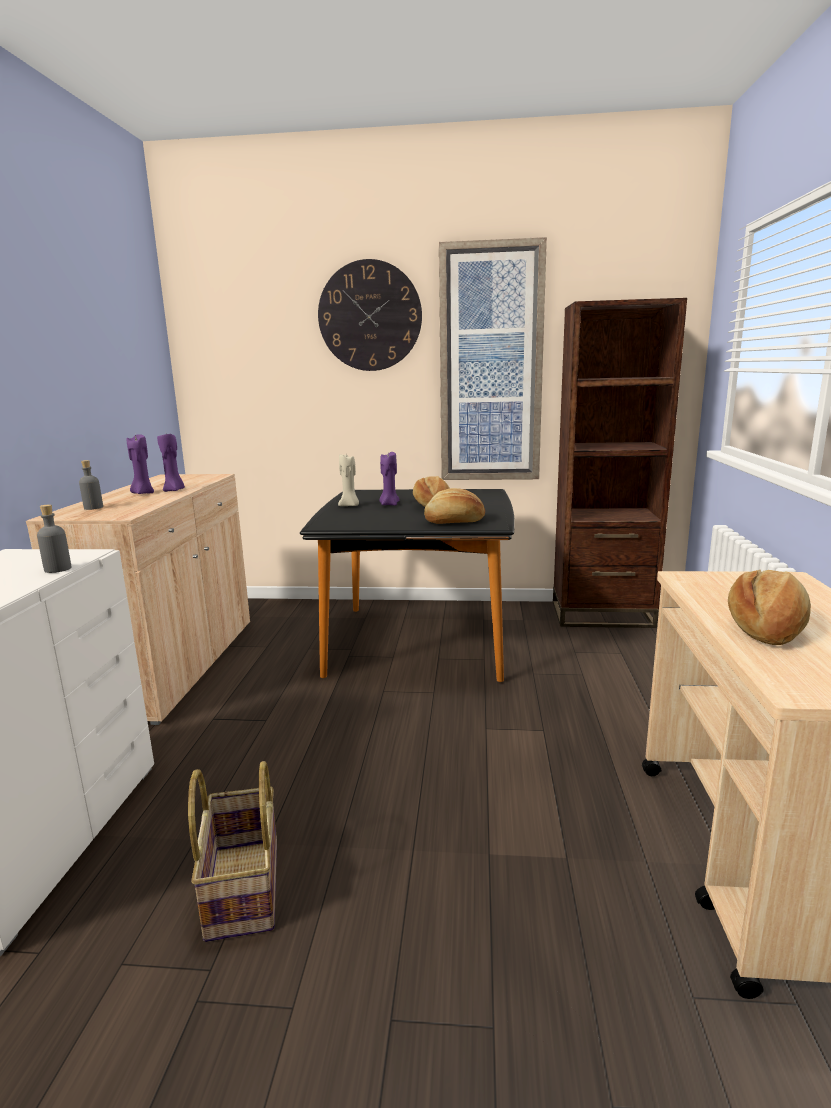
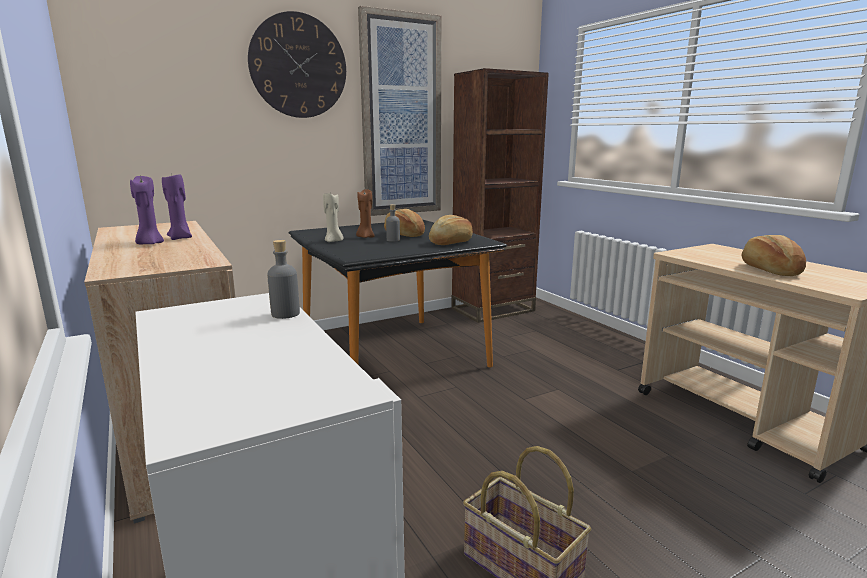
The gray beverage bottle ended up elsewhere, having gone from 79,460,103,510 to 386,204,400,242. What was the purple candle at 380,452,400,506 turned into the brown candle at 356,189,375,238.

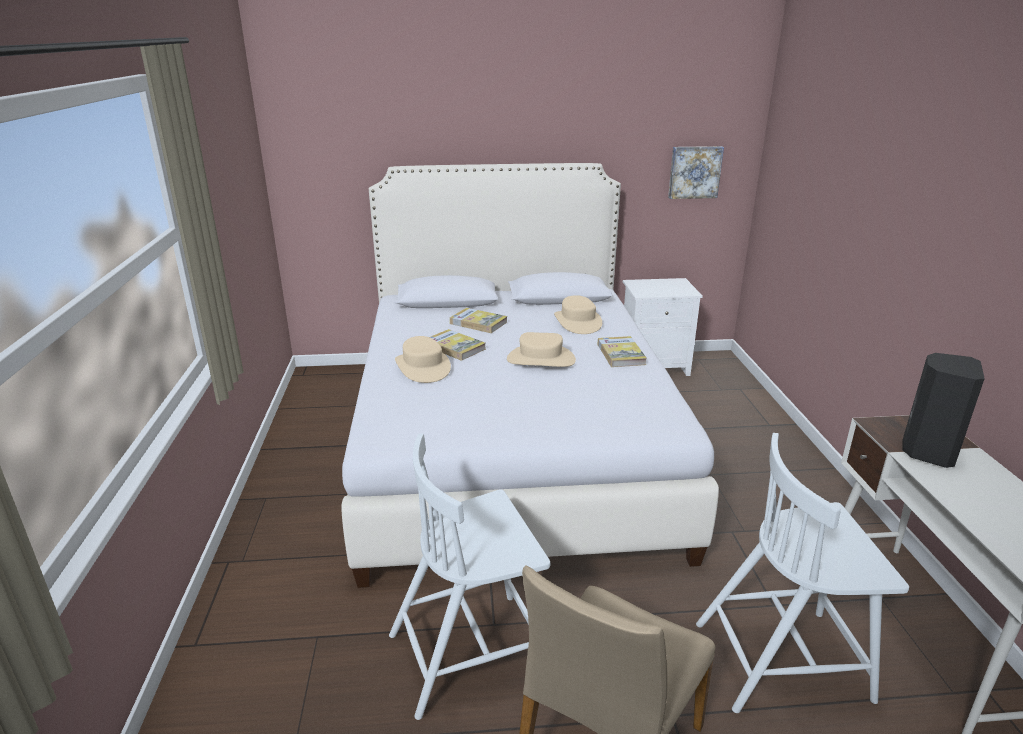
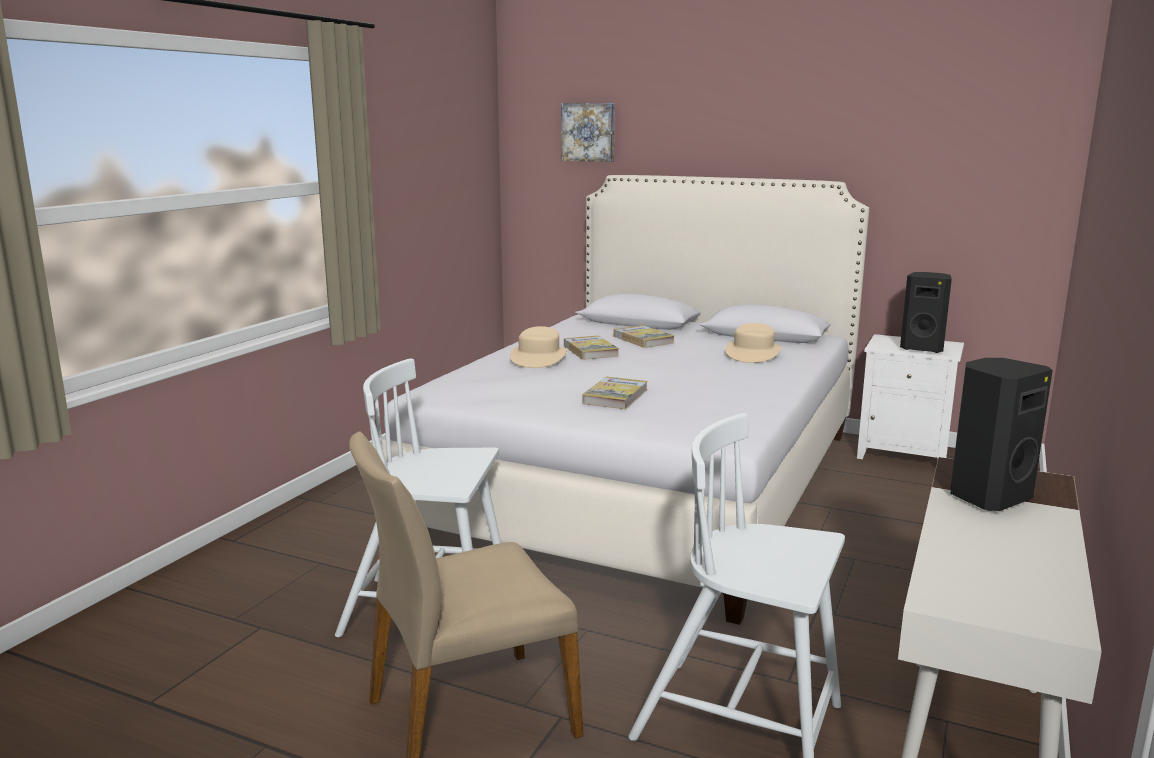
The second view lost the sand-coloured hat at 507,332,576,367. The second view gained the black audio speaker at 900,272,952,353. The book ended up elsewhere, having gone from 598,336,647,367 to 582,377,648,409. The wall art ended up elsewhere, having gone from 668,146,724,199 to 561,103,615,162.

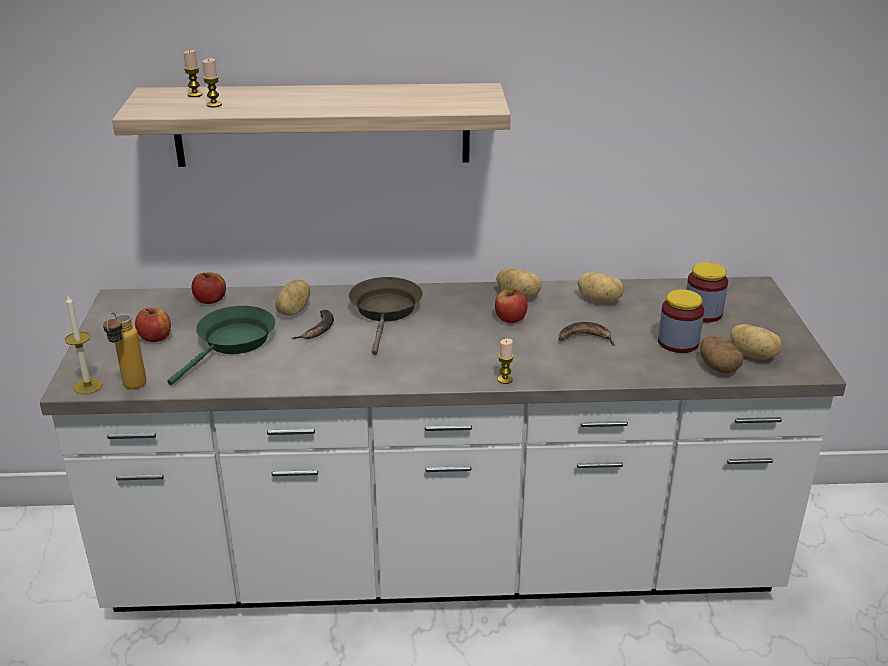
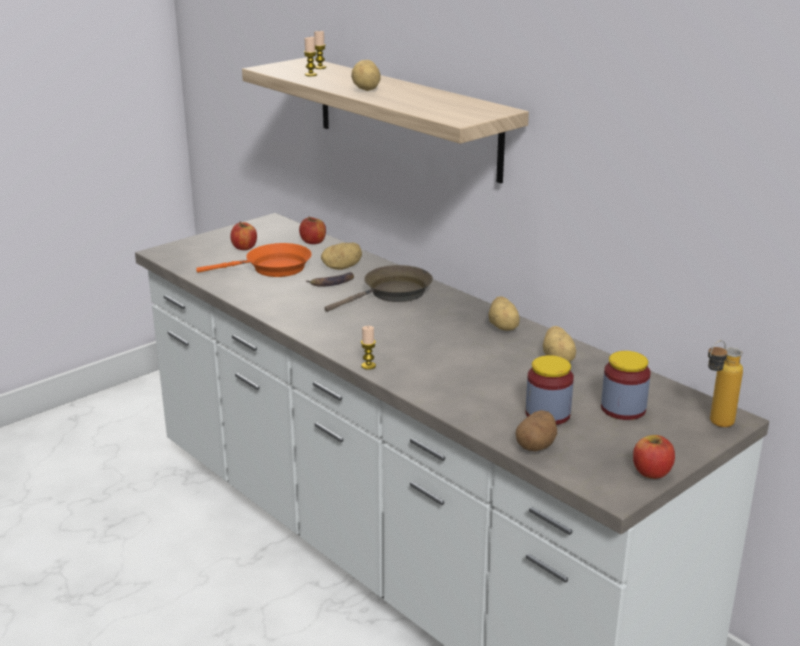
The second view lost the candle at 65,296,103,394. The second view lost the banana at 558,322,615,346. The beverage bottle ended up elsewhere, having gone from 103,312,146,389 to 708,340,743,427. The apple fruit ended up elsewhere, having gone from 495,289,527,323 to 633,435,675,479. The whole potato ended up elsewhere, having gone from 730,324,782,360 to 351,60,381,91. What was the green frying pan at 167,306,275,385 turned into the orange-coloured frying pan at 196,243,312,277.

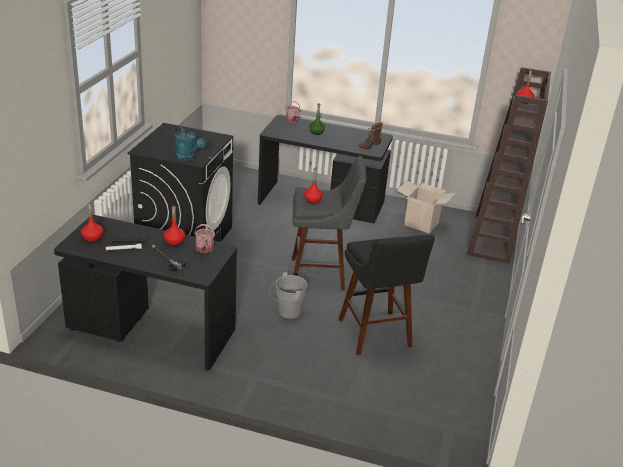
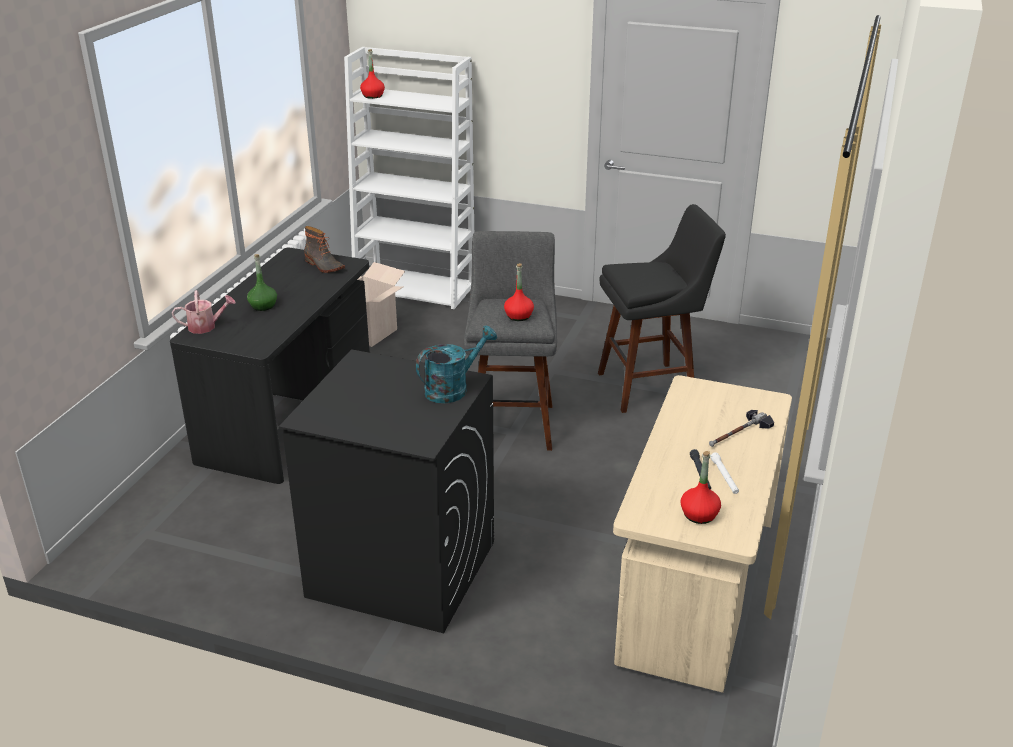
The second view lost the reddish beverage bottle at 164,206,185,246. The second view lost the watering pot at 194,224,215,253. The second view lost the gray water bucket at 270,272,307,319. What was the black desk unit at 54,215,237,370 turned into the sand-coloured desk unit at 613,375,792,693. What was the brown bookshelf at 466,67,551,264 turned into the white bookshelf at 344,47,474,309.

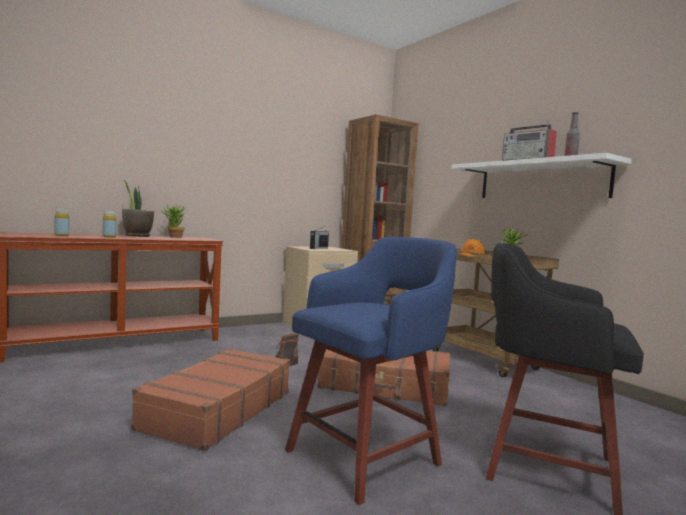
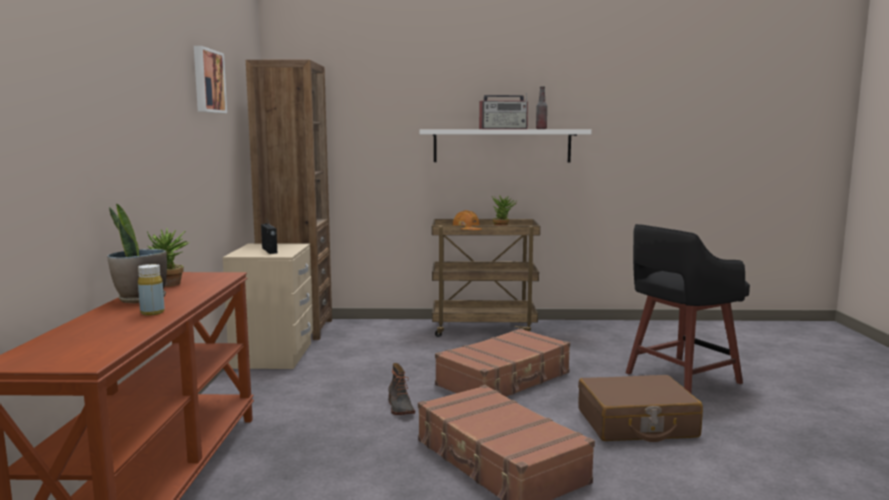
The second view lost the yellow beverage bottle at 54,208,70,236. The second view gained the wall art at 194,46,227,113. Where the bluish sitting stool stood at 285,237,457,505, the brown travel case came to stand at 578,375,703,442.

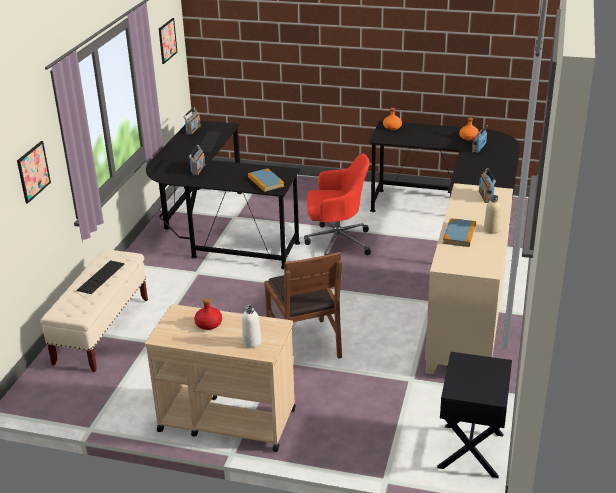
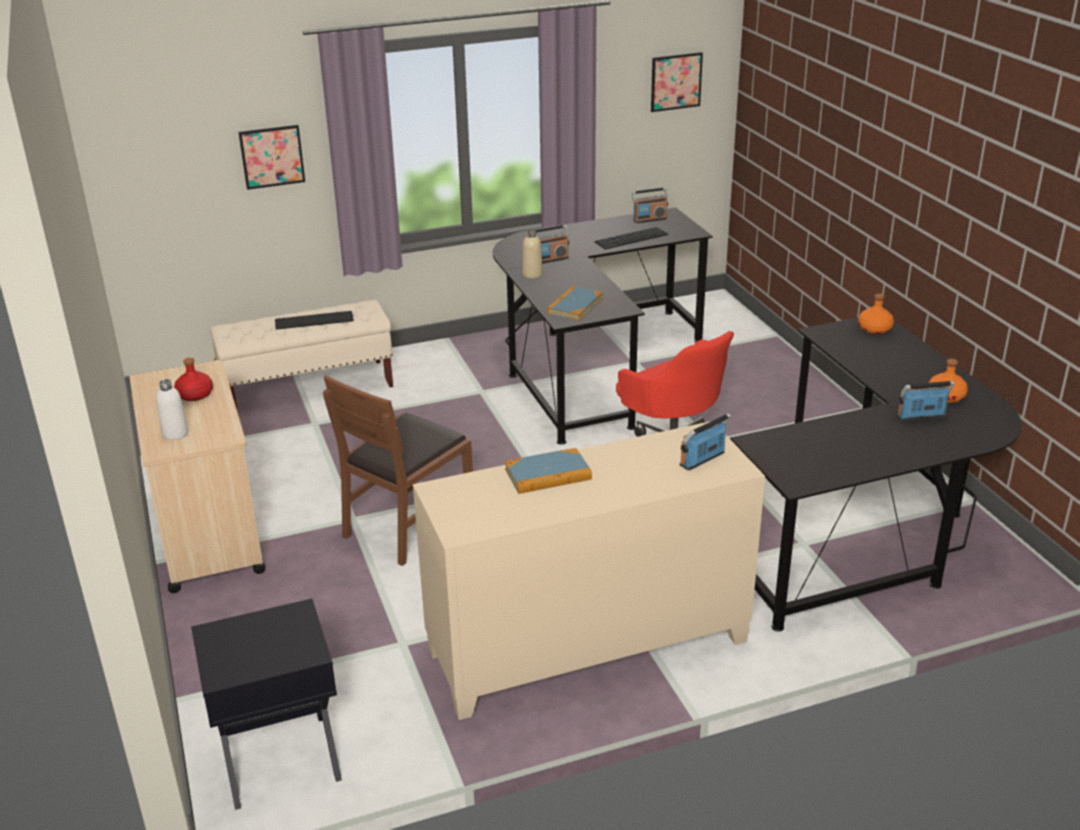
The sand-coloured beverage bottle ended up elsewhere, having gone from 484,195,501,234 to 522,229,543,278.

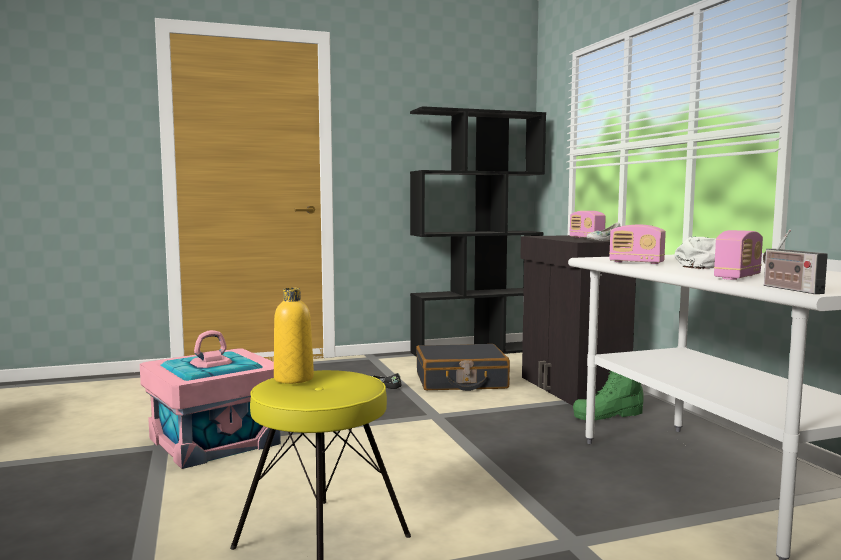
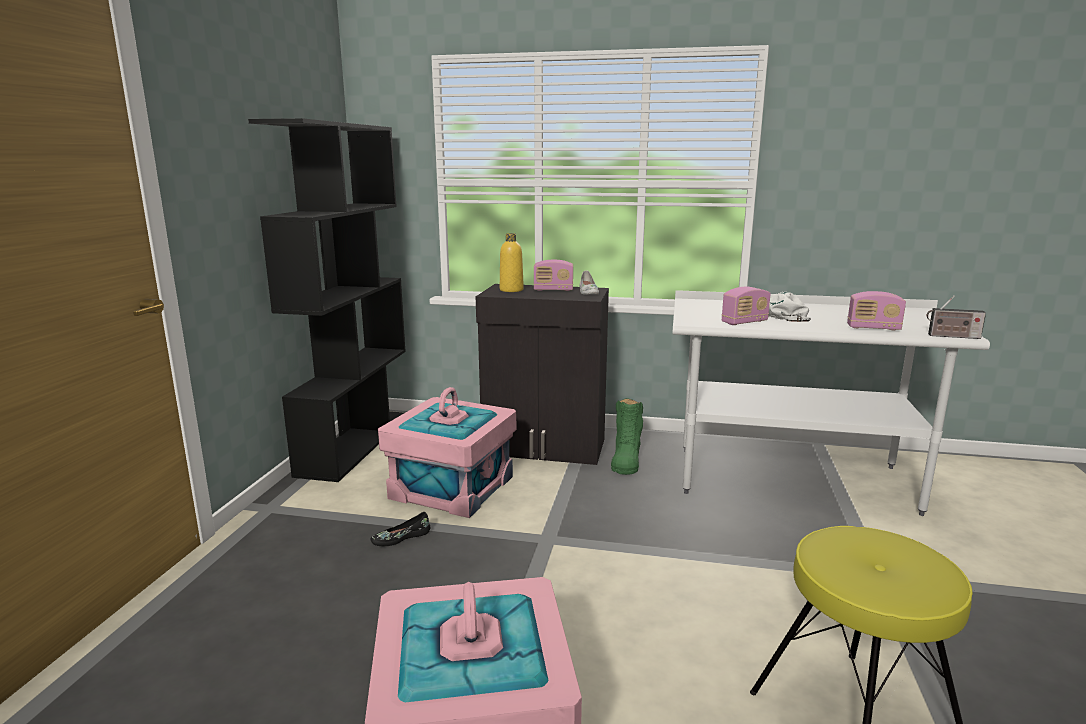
The yellow beverage bottle ended up elsewhere, having gone from 274,288,314,384 to 500,233,524,292. Where the black travel case stood at 416,344,510,391, the pink storage container came to stand at 378,387,516,518. The radio at 714,230,763,280 ended up facing another way, 120 degrees clockwise from before.

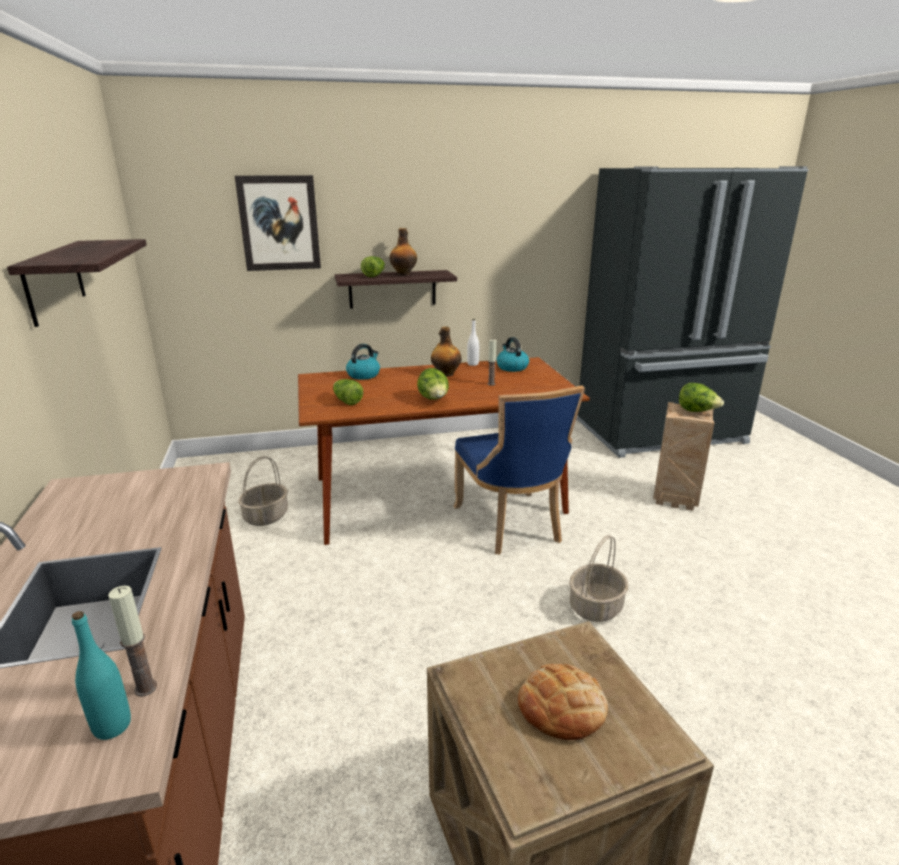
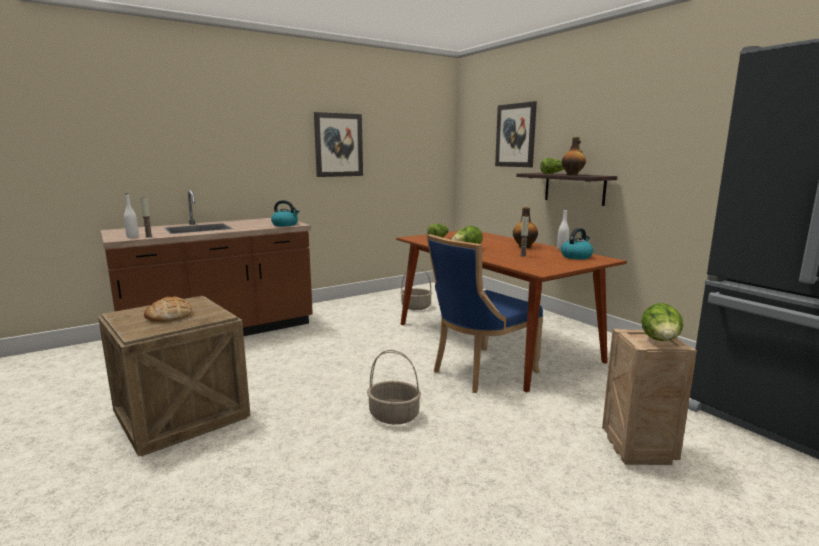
The water kettle ended up elsewhere, having gone from 346,344,380,380 to 271,200,299,226. Where the bracket shelf hung at 7,239,147,327, the wall art came to hang at 314,112,363,177. What was the blue-green beverage bottle at 72,611,131,740 turned into the white beverage bottle at 124,194,139,238.

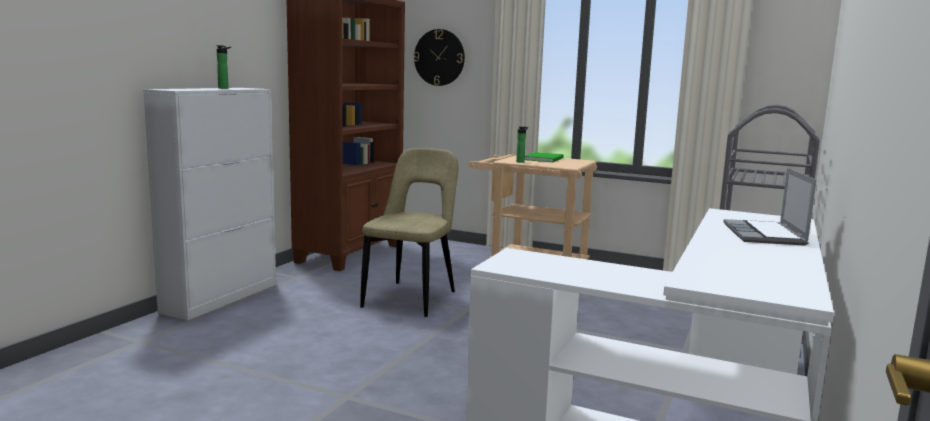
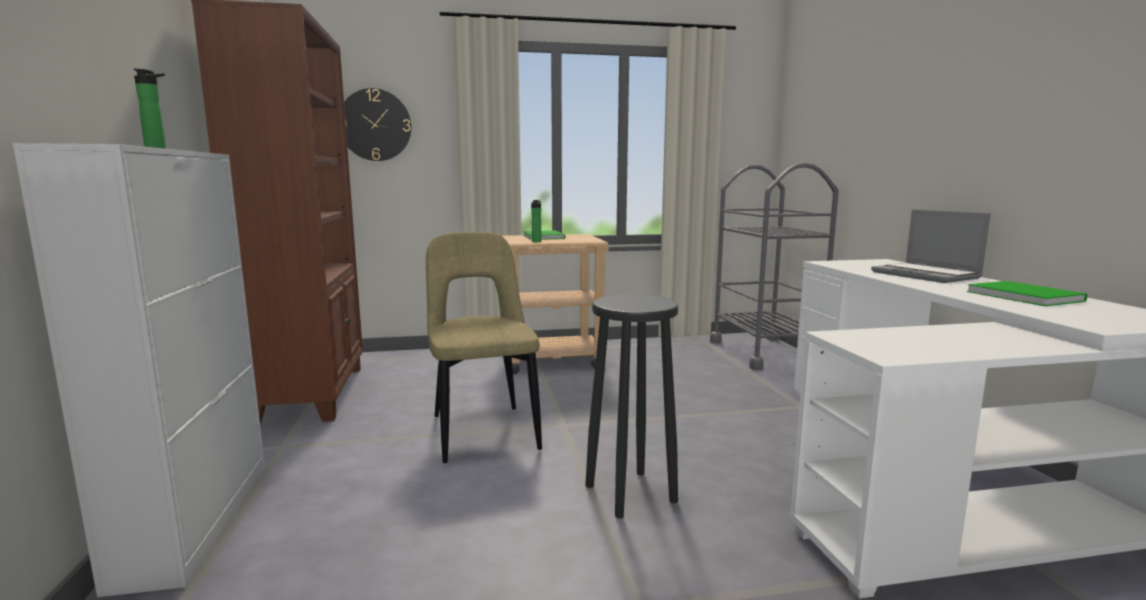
The second view gained the black sitting stool at 585,295,678,518. The second view gained the green book at 967,281,1088,306.

